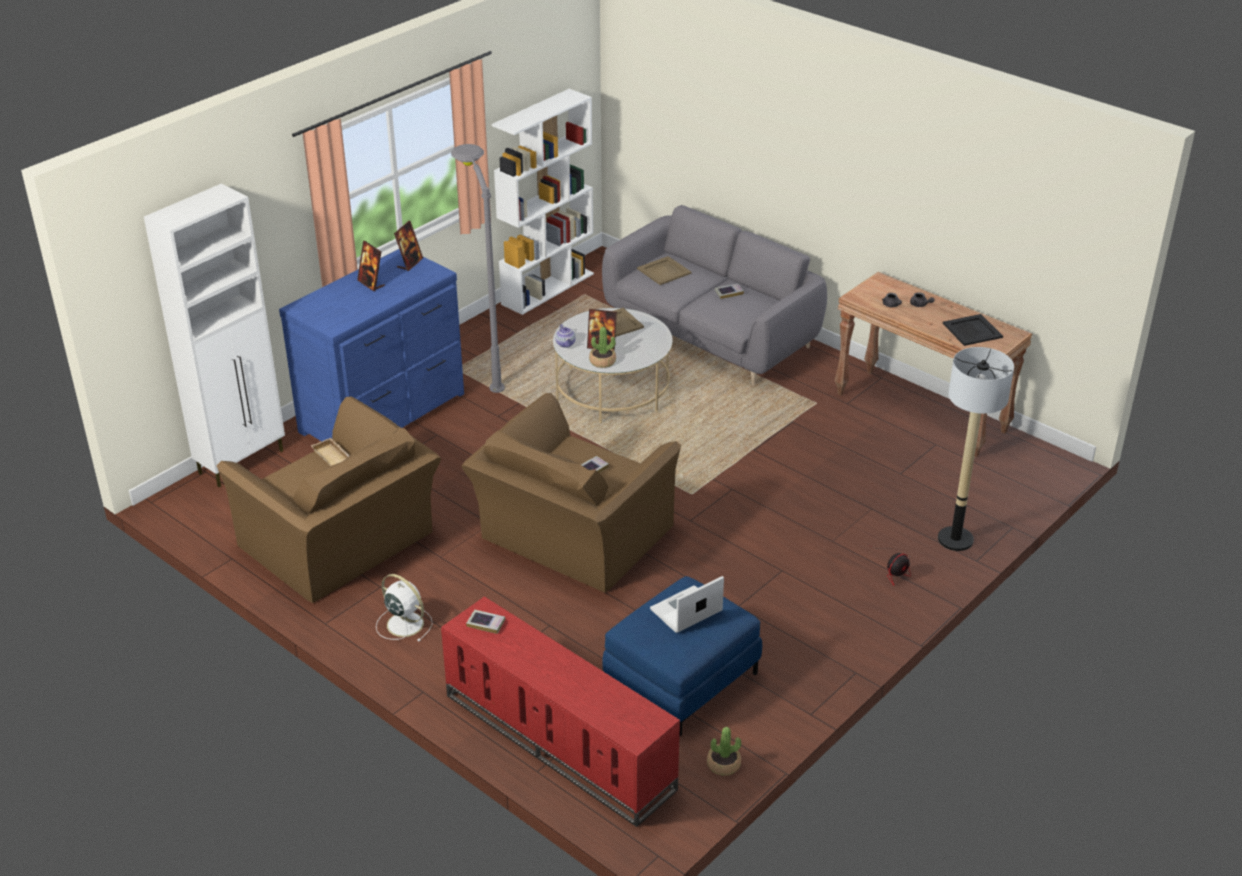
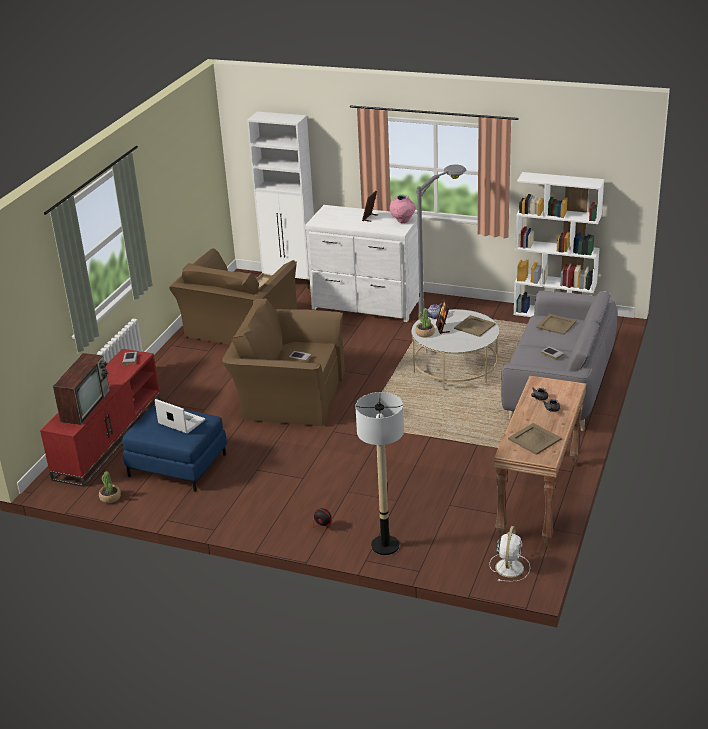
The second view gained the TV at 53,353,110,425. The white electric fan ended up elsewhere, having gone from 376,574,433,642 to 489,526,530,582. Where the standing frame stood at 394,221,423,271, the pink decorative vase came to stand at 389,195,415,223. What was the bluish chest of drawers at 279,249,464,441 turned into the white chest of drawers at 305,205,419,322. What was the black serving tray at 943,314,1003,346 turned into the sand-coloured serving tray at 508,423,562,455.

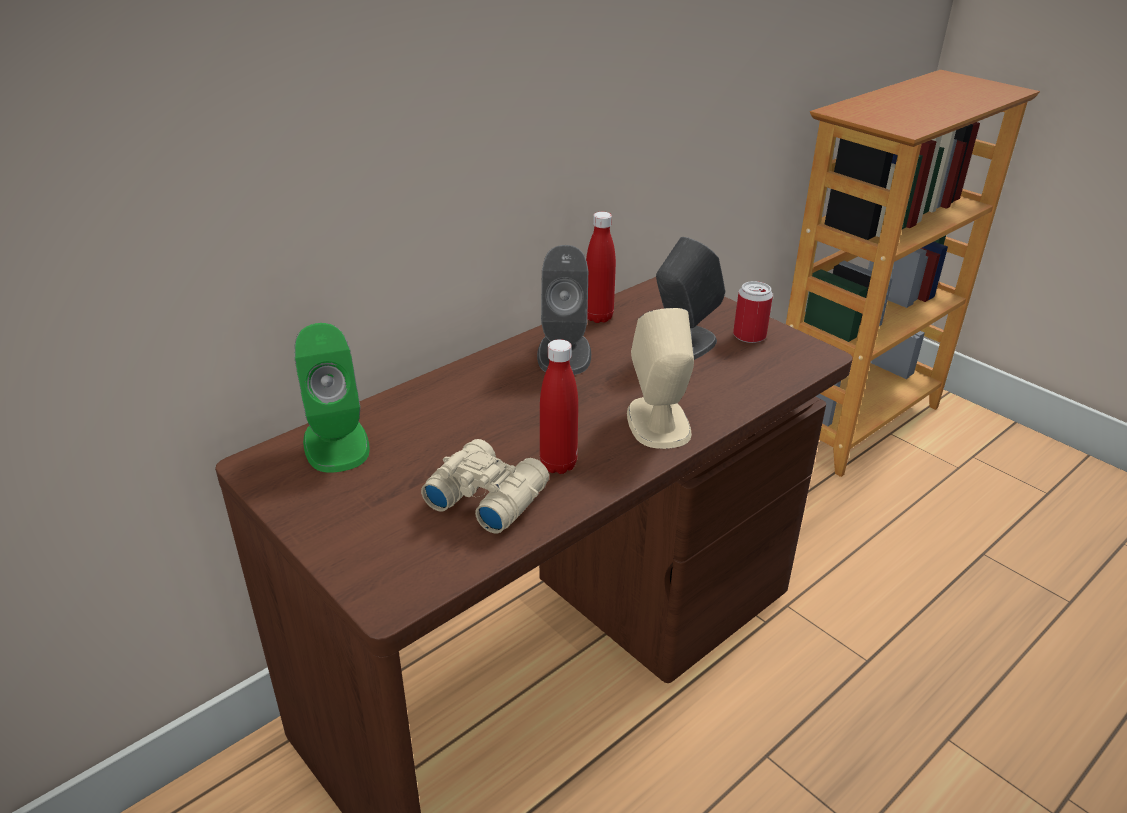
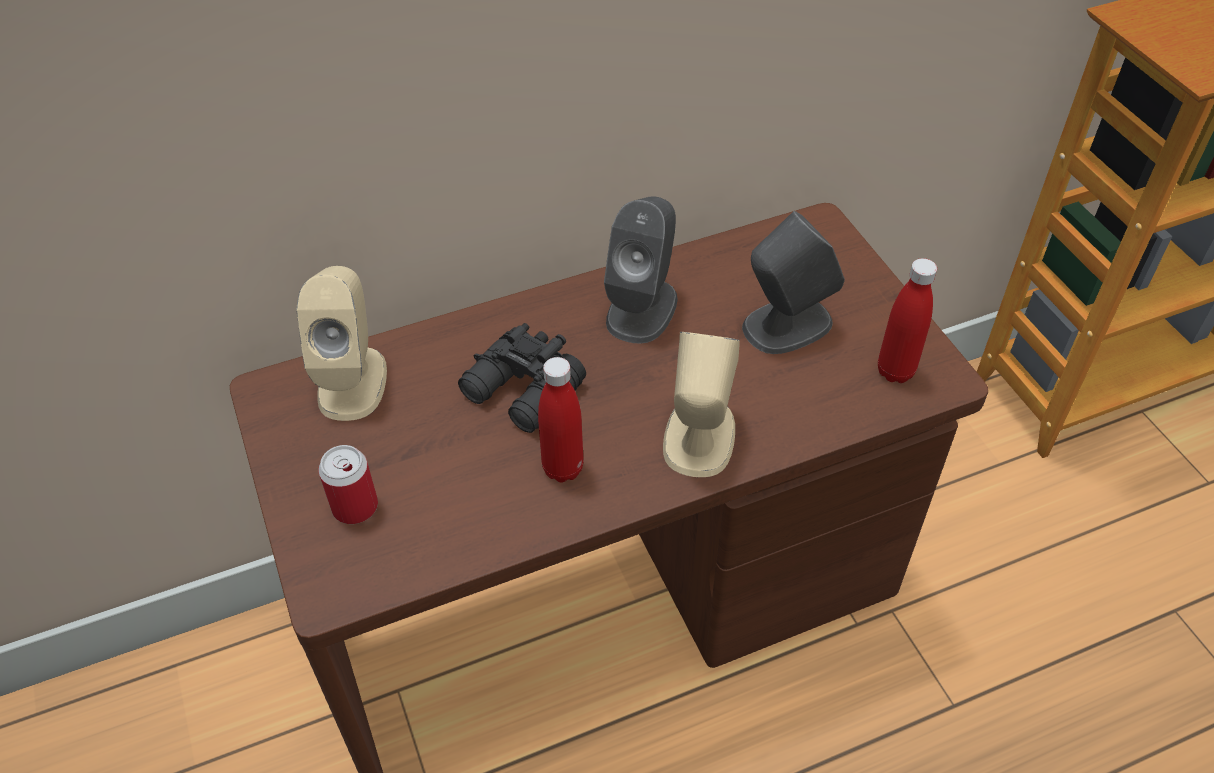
The second view lost the sand-coloured pair of binoculars at 421,439,549,534. The second view gained the black pair of binoculars at 458,323,586,433. The reddish beverage bottle ended up elsewhere, having gone from 586,212,616,323 to 878,258,937,383. The metal can ended up elsewhere, having gone from 733,281,773,343 to 318,445,378,524. What was the green audio speaker at 294,323,370,473 turned into the sand-coloured audio speaker at 296,266,387,421.

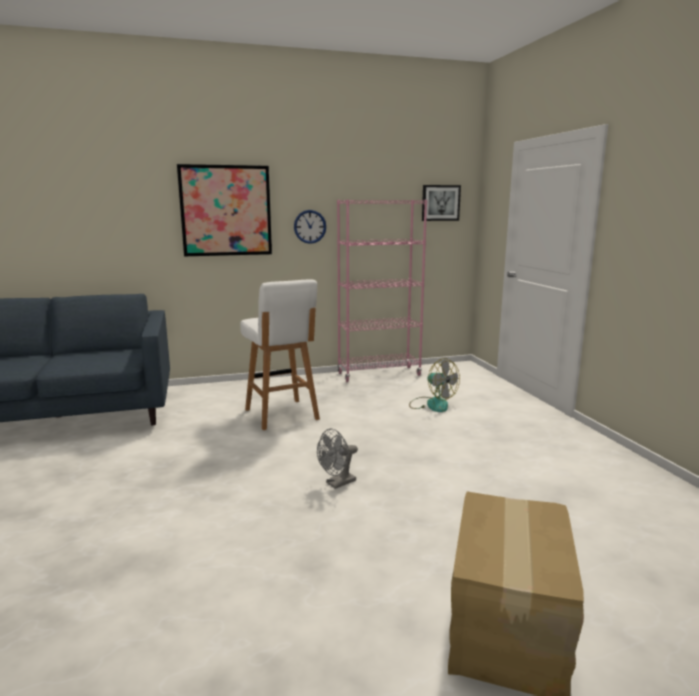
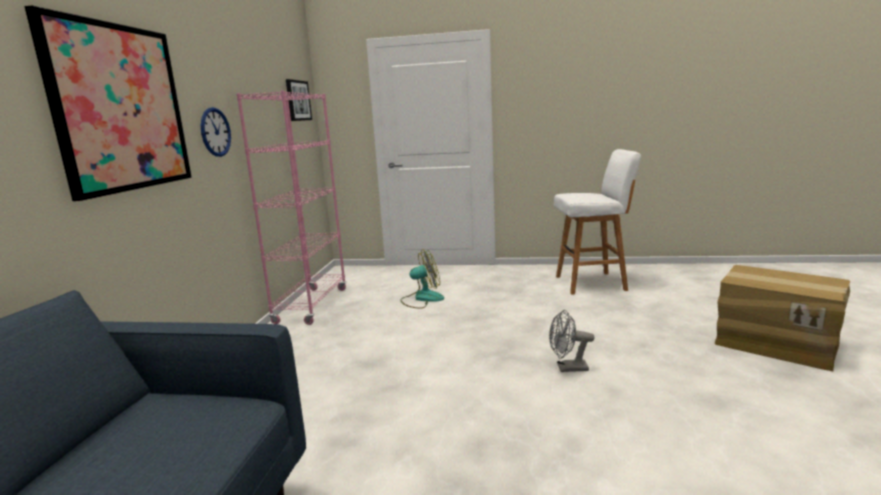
The white sitting stool ended up elsewhere, having gone from 240,280,320,430 to 554,149,641,295. The gray electric fan at 317,429,358,489 ended up facing another way, 105 degrees clockwise from before.

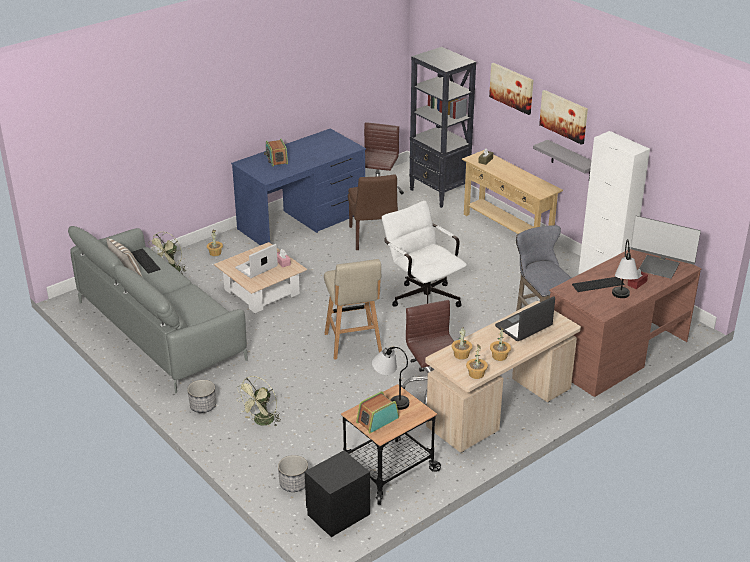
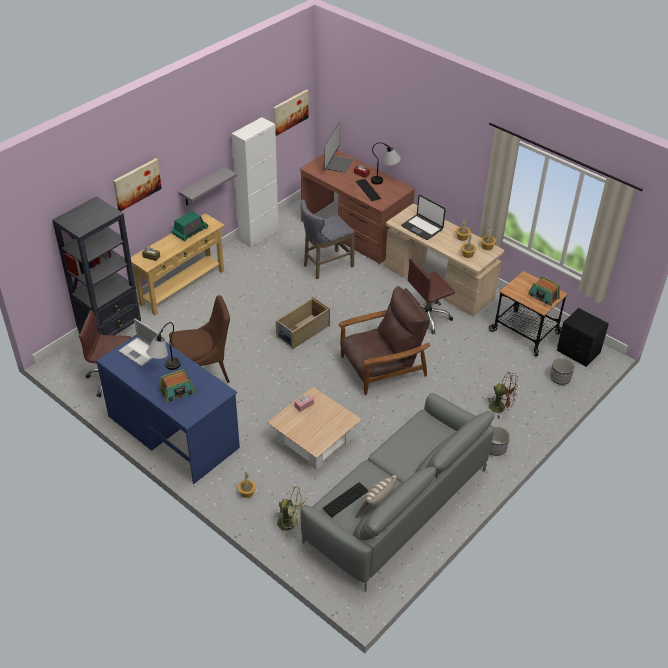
The second view gained the radio at 172,211,208,241. The notebook computer ended up elsewhere, having gone from 235,244,278,278 to 119,319,158,366. The table lamp ended up elsewhere, having gone from 372,347,409,410 to 146,322,181,370. The wall art ended up elsewhere, having gone from 539,90,588,145 to 273,90,308,136. Where the sand-coloured sitting stool stood at 324,259,382,360, the brown easy chair came to stand at 339,286,430,395. Where the white desk chair stood at 382,201,467,307, the sand-coloured storage container came to stand at 276,296,330,350. What was the green electric fan at 236,376,281,427 turned into the brown electric fan at 485,372,518,418.

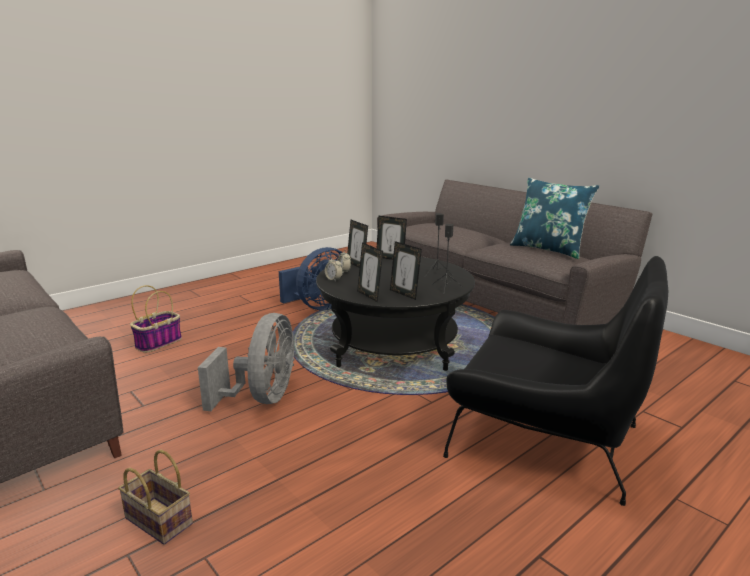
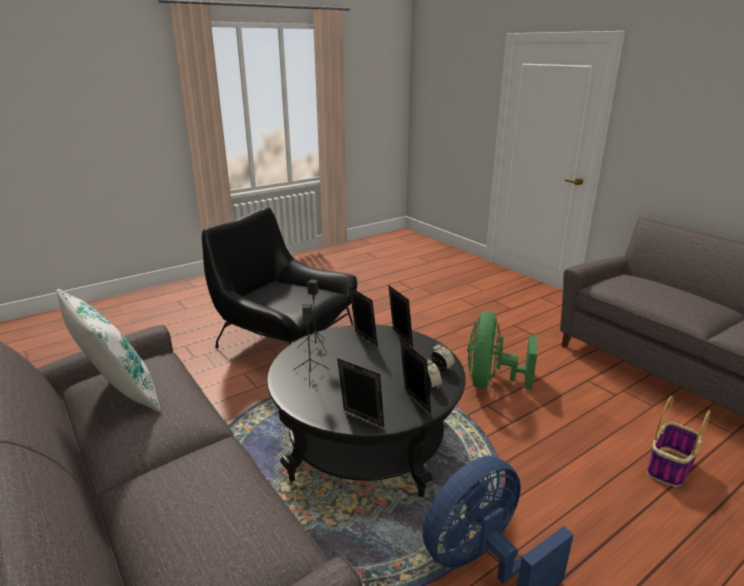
The second view lost the household basket at 118,450,193,545. What was the gray electric fan at 198,313,295,411 turned into the green electric fan at 467,311,537,389. What was the bluish pillow at 510,178,599,259 turned into the white pillow at 56,289,161,412.

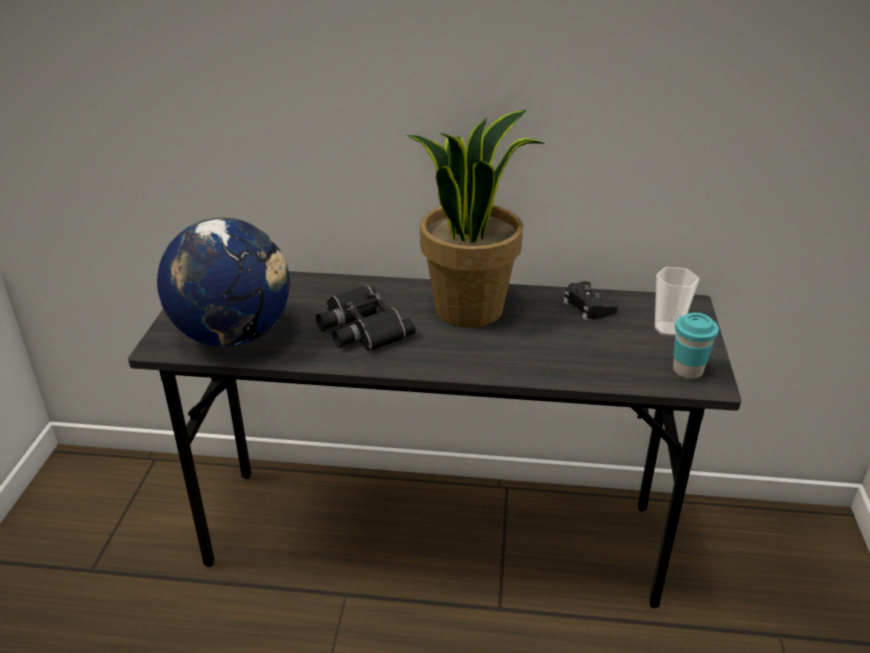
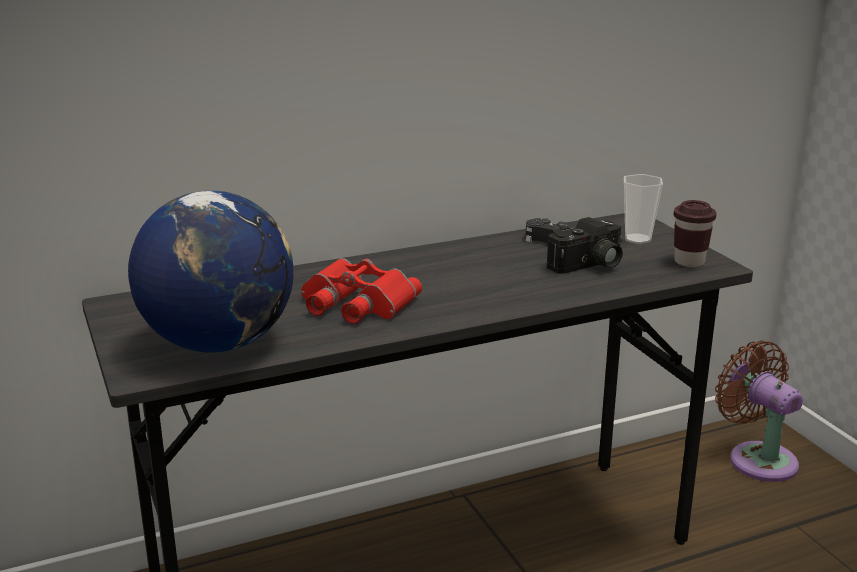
The second view lost the potted plant at 407,110,545,328. The second view gained the photo camera at 547,217,623,274. The second view gained the brown electric fan at 715,340,803,482. What was the black pair of binoculars at 316,285,416,351 turned into the reddish pair of binoculars at 301,258,422,324. What was the blue-green drinking cup at 673,313,719,379 turned into the brown drinking cup at 674,200,717,267.

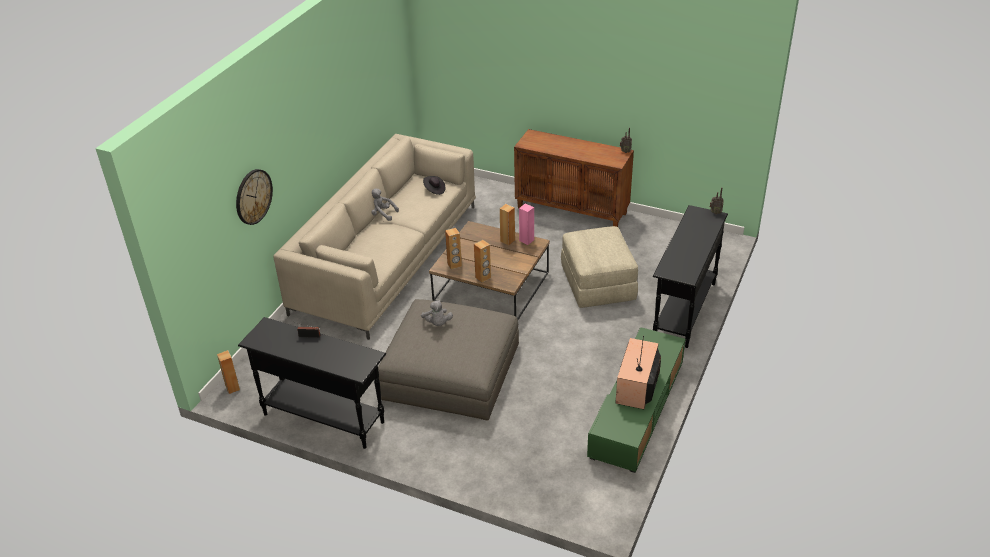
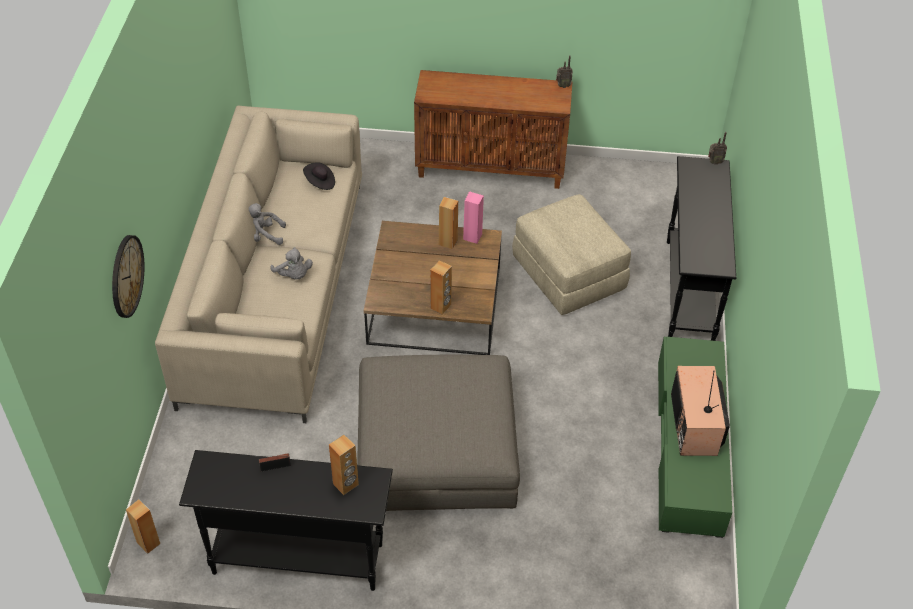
The gray plush toy ended up elsewhere, having gone from 421,300,453,326 to 270,247,313,280. The brown audio speaker ended up elsewhere, having gone from 445,228,462,269 to 329,435,359,495.

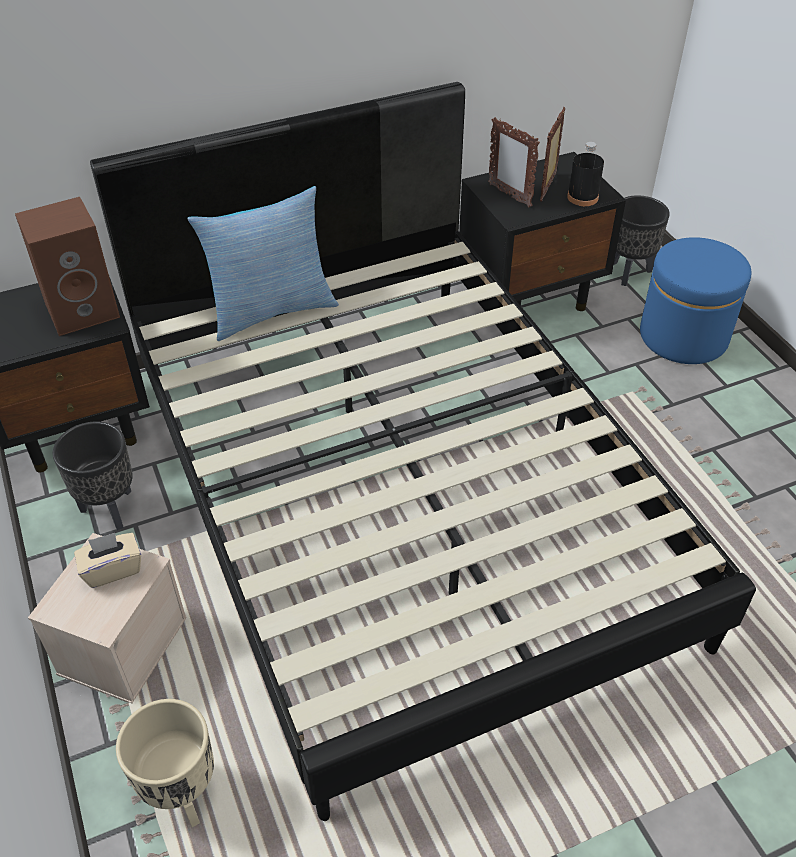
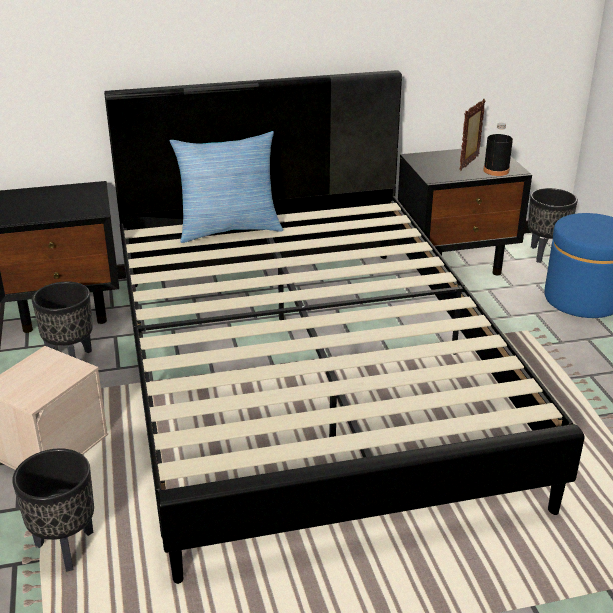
The second view lost the brown audio speaker at 15,197,120,336. The second view lost the sand-coloured tissue holder at 74,533,141,588. The second view lost the standing frame at 488,117,540,207. What was the sand-coloured flower pot at 116,699,214,827 turned into the black flower pot at 12,448,94,572.

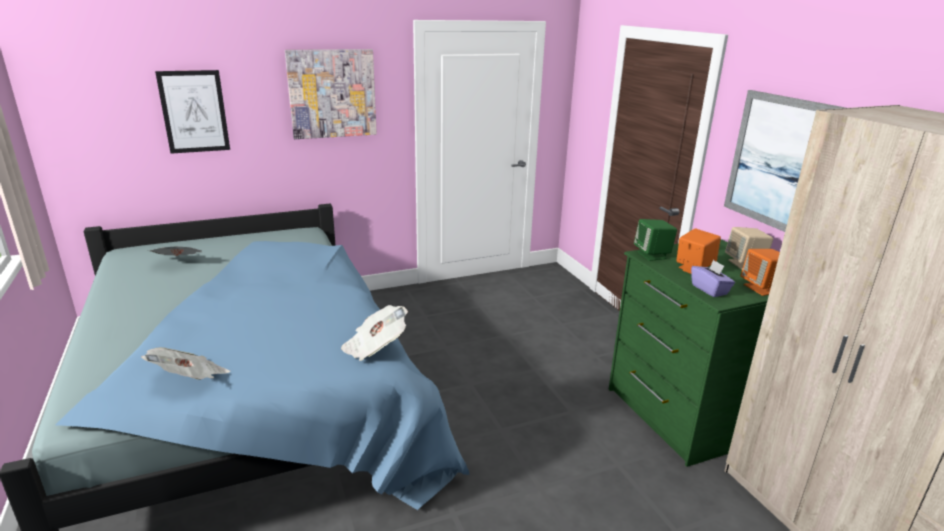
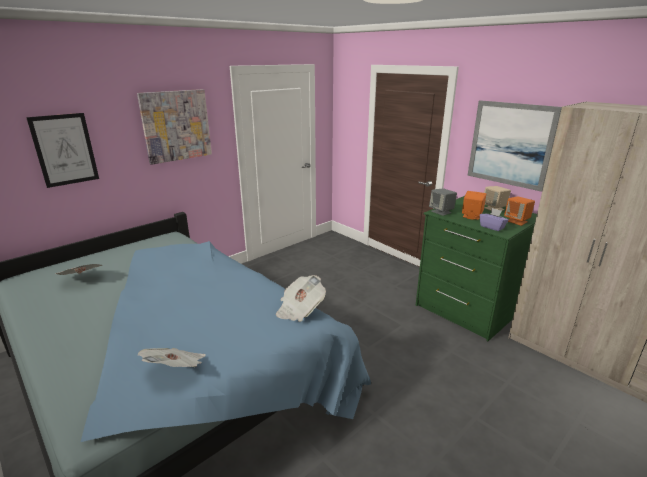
What was the green audio speaker at 634,219,677,261 turned into the gray audio speaker at 429,188,457,216.

